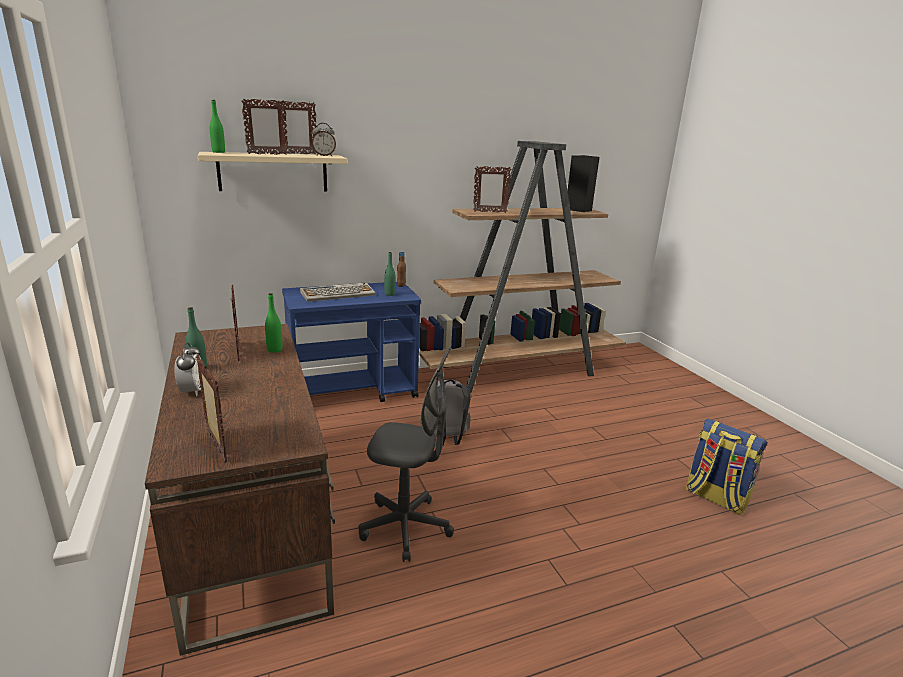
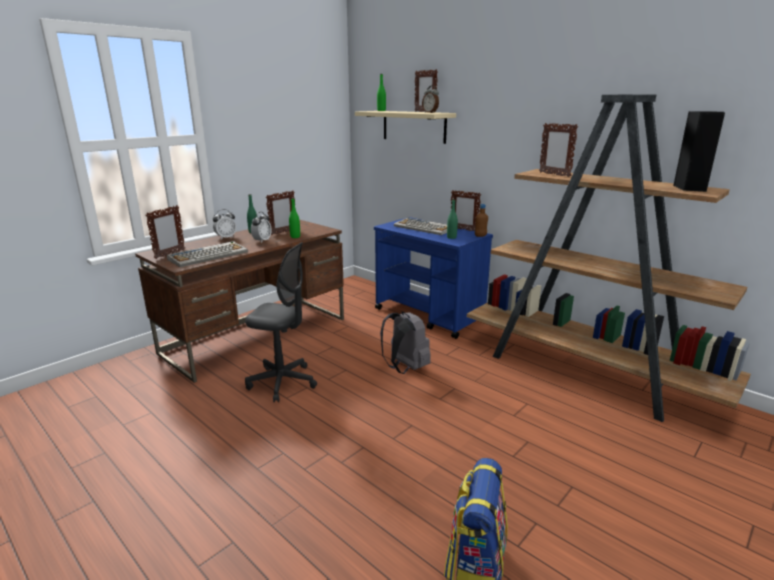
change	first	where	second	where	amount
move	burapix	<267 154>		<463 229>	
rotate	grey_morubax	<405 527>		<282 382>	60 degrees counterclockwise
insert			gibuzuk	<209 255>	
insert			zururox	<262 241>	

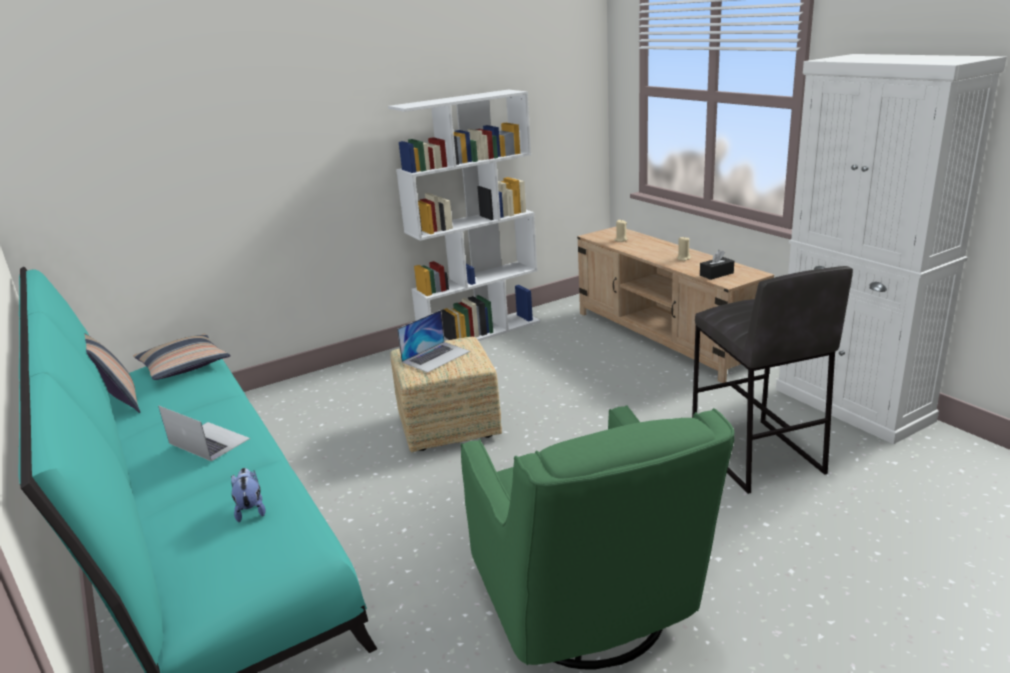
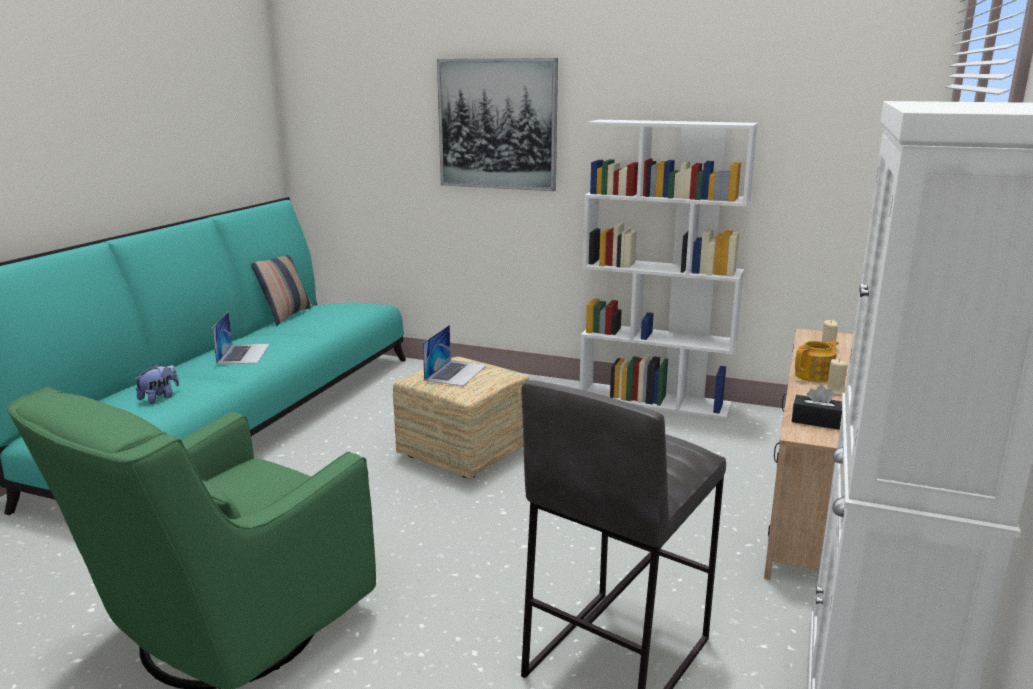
change	first	where	second	where	amount
delete	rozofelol	<184 366>			
rotate	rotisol	<436 356>		<456 372>	75 degrees counterclockwise
insert			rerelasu	<497 124>	
insert			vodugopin	<815 376>	

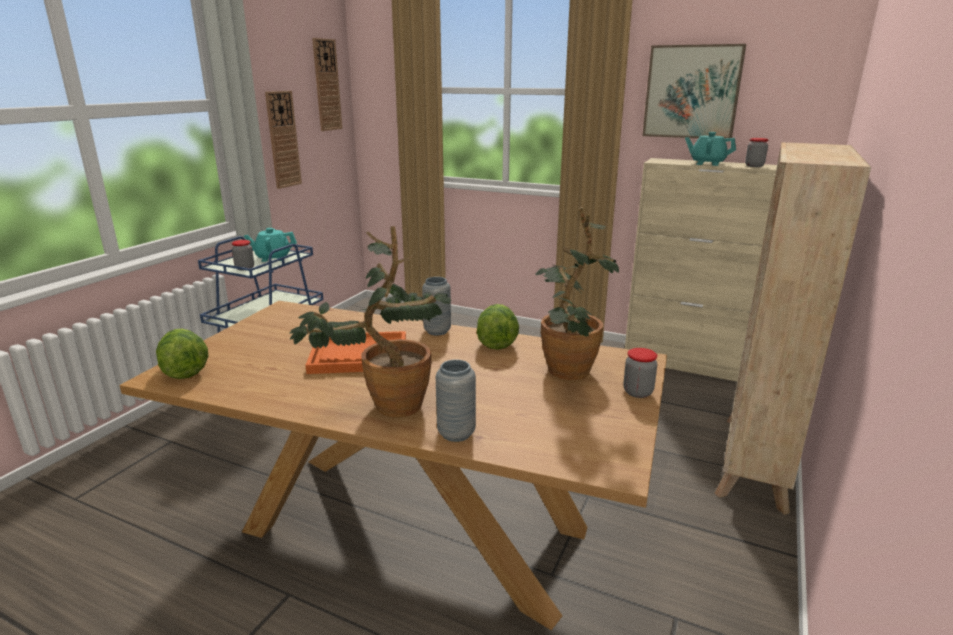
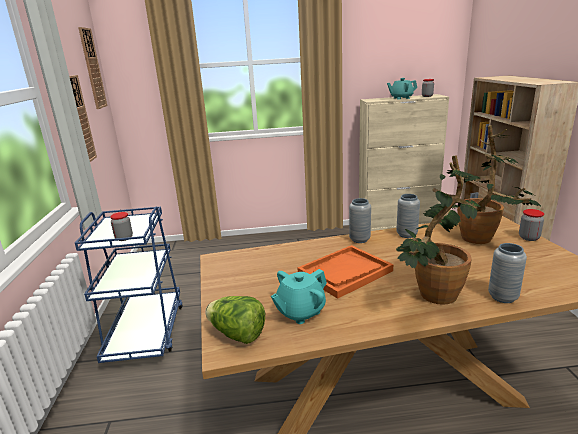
change	first	where	second	where	amount
move	turquoise_vodugopin	<273 258>		<300 312>	
replace	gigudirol	<496 342>	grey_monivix	<406 234>	
delete	rerelasu	<692 92>			

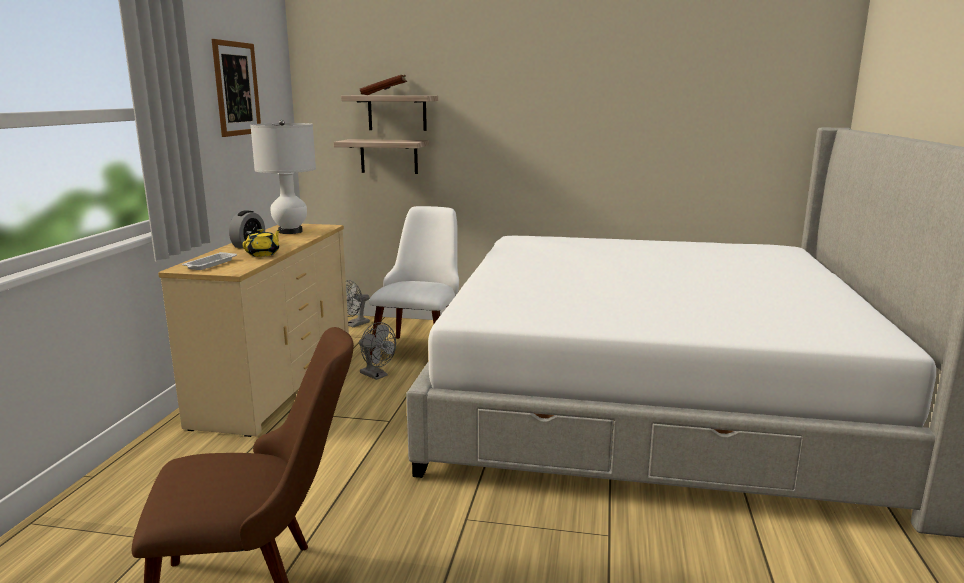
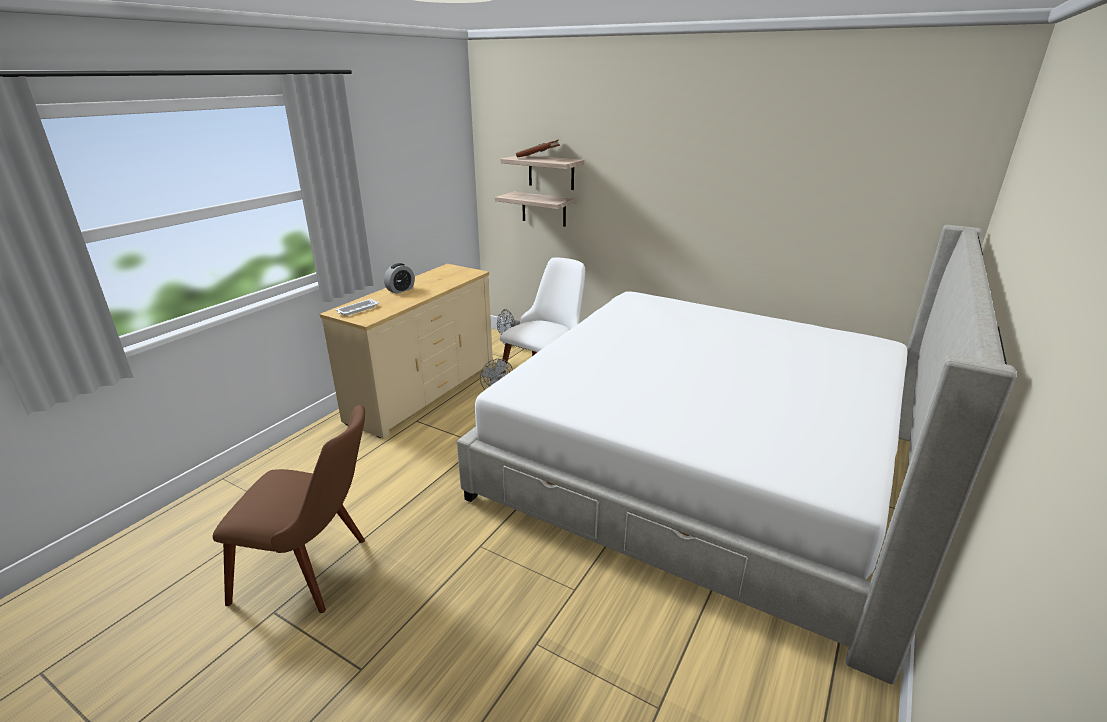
change	first	where	second	where	amount
delete	rerelasu	<236 88>			
delete	yellow_vodugopin	<263 254>			
delete	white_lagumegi	<290 231>			

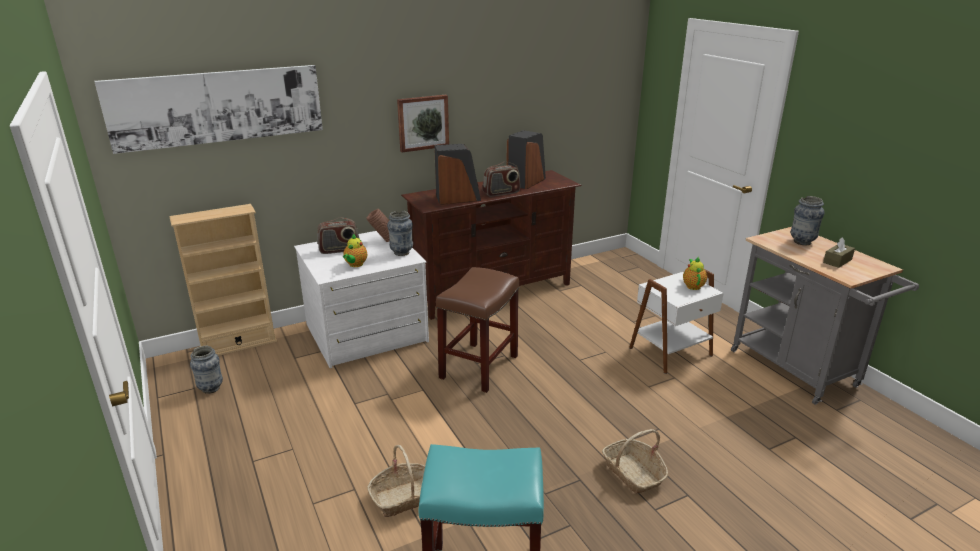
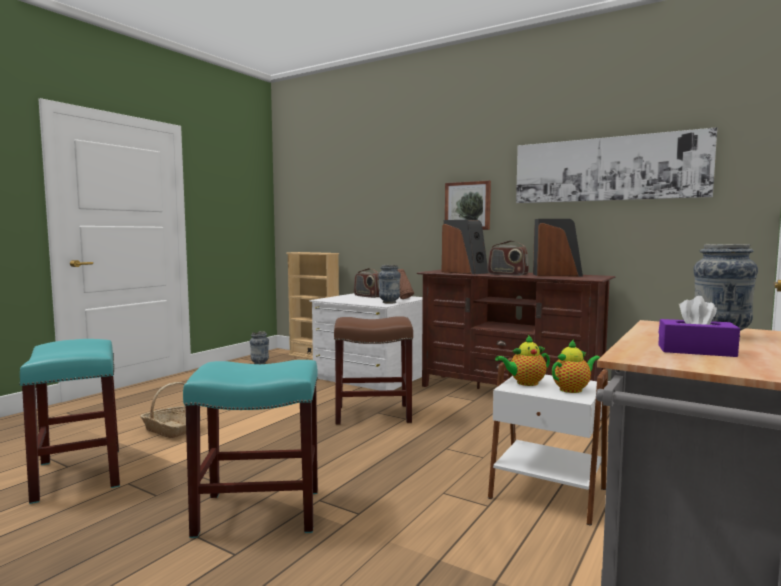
change	first	where	second	where	amount
move	rerelasu	<217 107>		<607 169>	
move	vodugopin	<355 265>		<525 383>	
replace	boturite	<633 473>	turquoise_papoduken	<257 512>	
recolor	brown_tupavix	<837 261>	purple_tupavix	<696 351>	

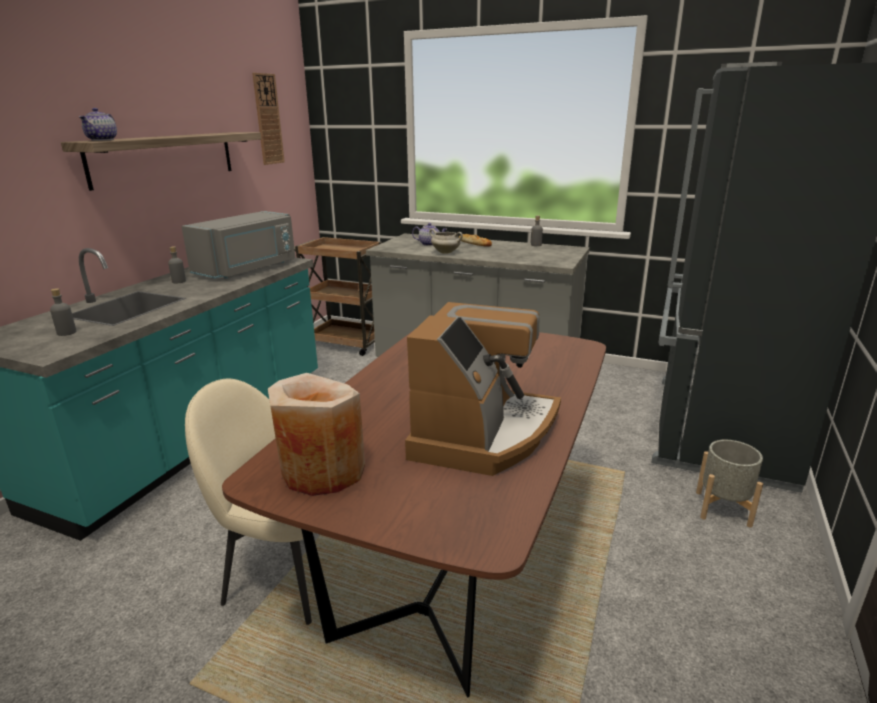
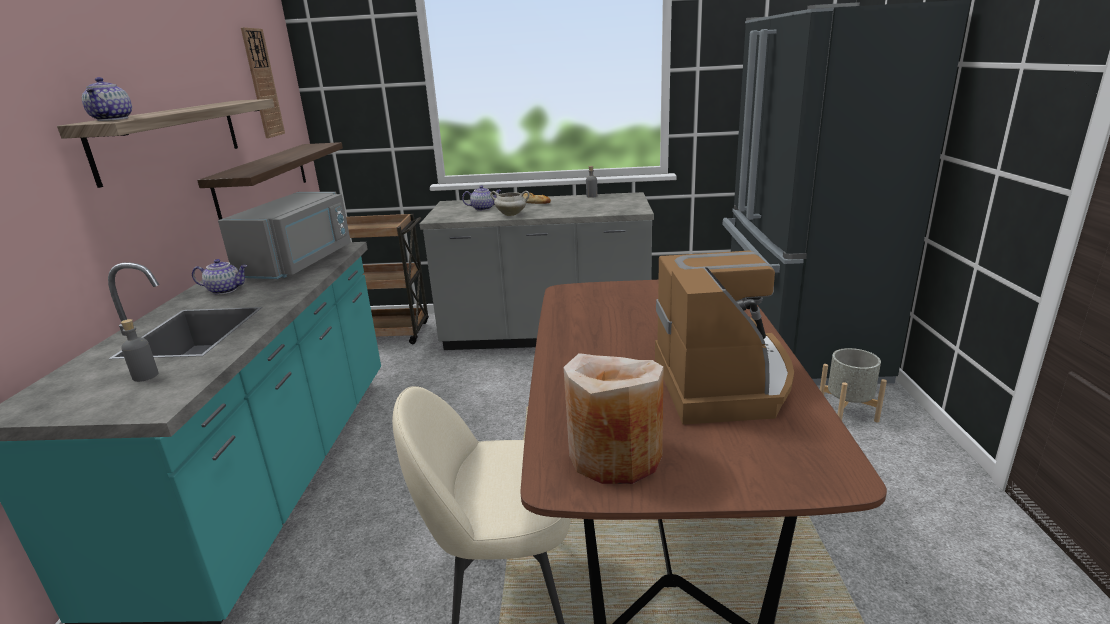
change	first	where	second	where	amount
replace	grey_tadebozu	<179 281>	vodugopin	<226 290>	
insert			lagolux	<263 179>	

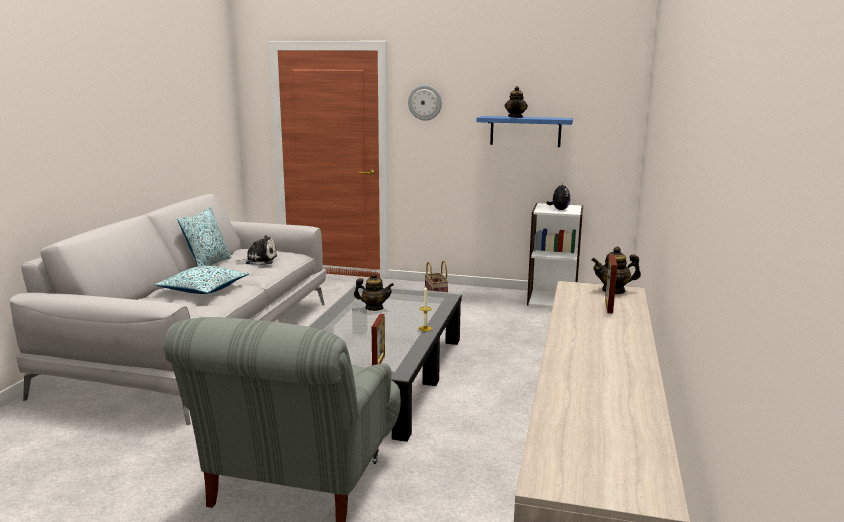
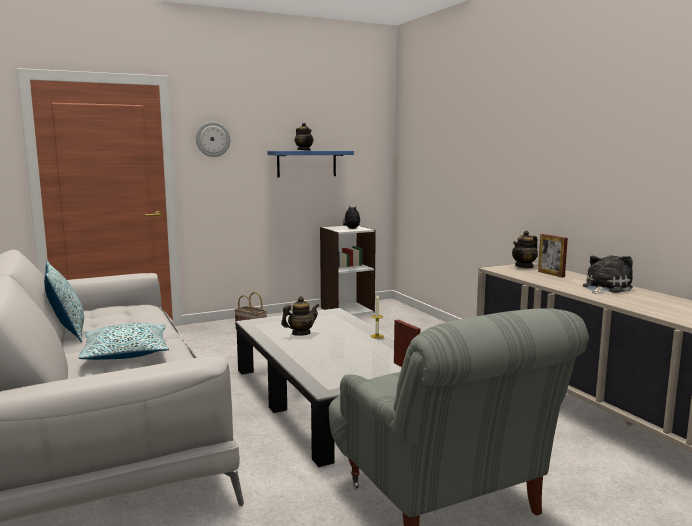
change	first	where	second	where	amount
move	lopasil	<259 260>		<605 288>	

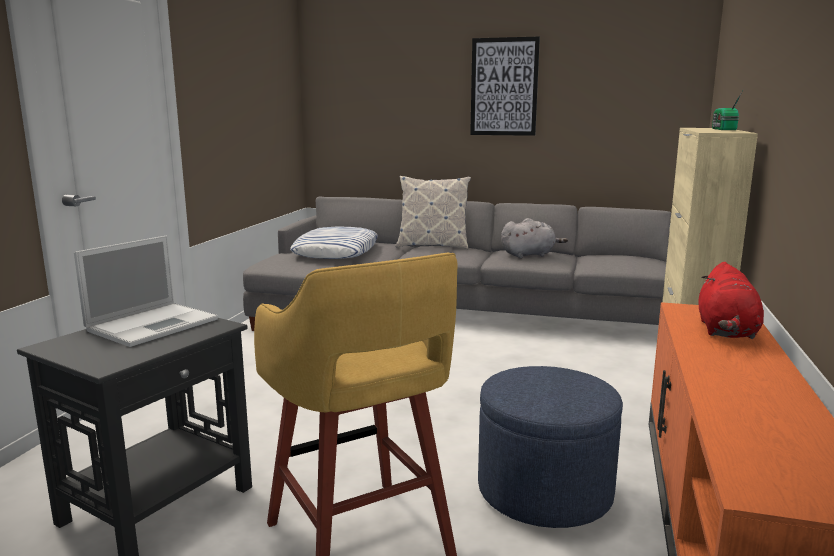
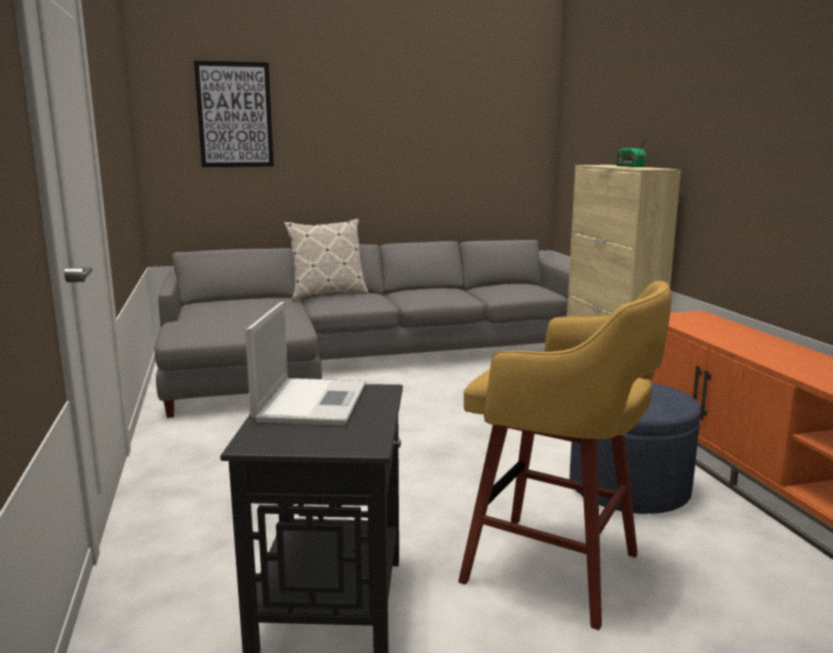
change	first	where	second	where	amount
delete	rozofelol	<336 251>			
move	rerelasu	<504 87>		<235 115>	
delete	grey_lopasil	<529 255>			
delete	red_lopasil	<726 332>			

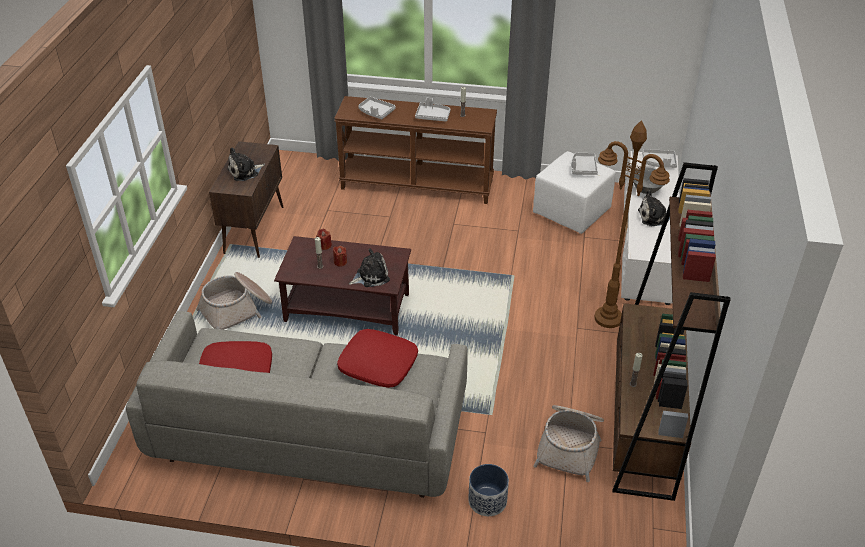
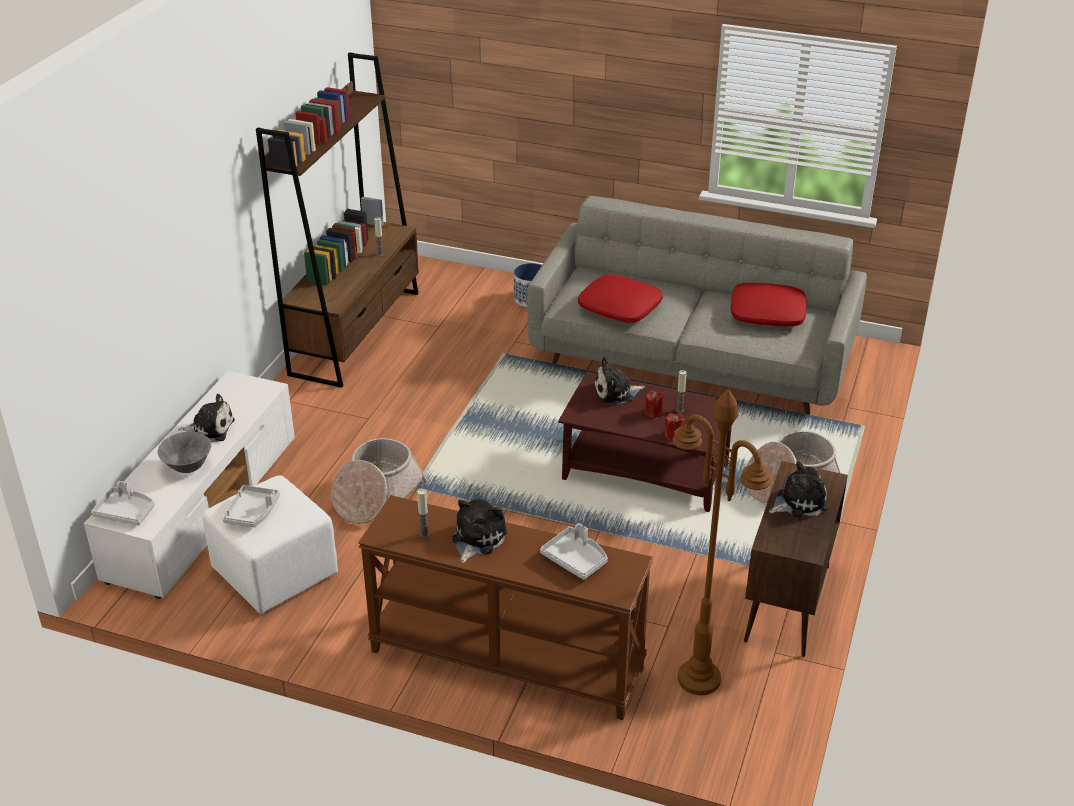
change	first	where	second	where	amount
replace	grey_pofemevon	<432 116>	lopasil	<477 539>	
move	boturite	<570 445>		<377 495>	
move	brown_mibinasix	<608 318>		<698 678>	

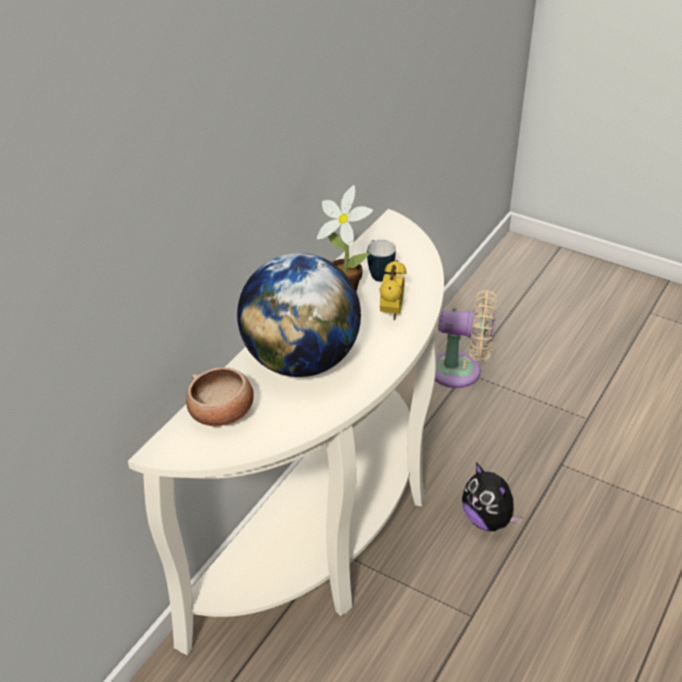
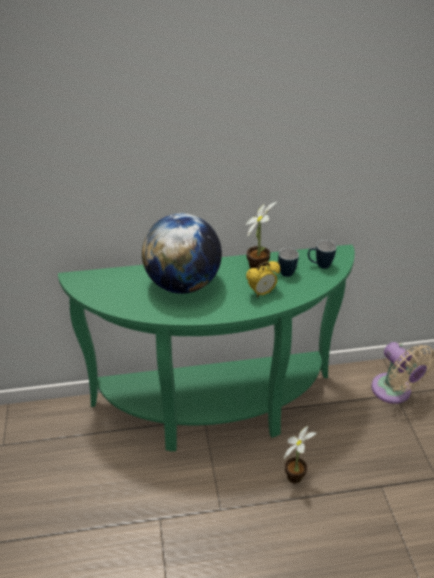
change	first	where	second	where	amount
recolor	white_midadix	<332 531>	green_midadix	<215 411>	
delete	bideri	<222 414>			
replace	lopasil	<488 520>	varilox	<296 475>	
insert			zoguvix	<319 265>	

